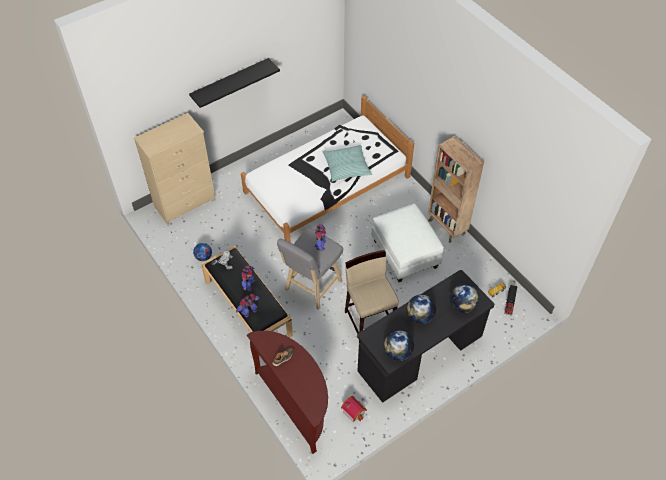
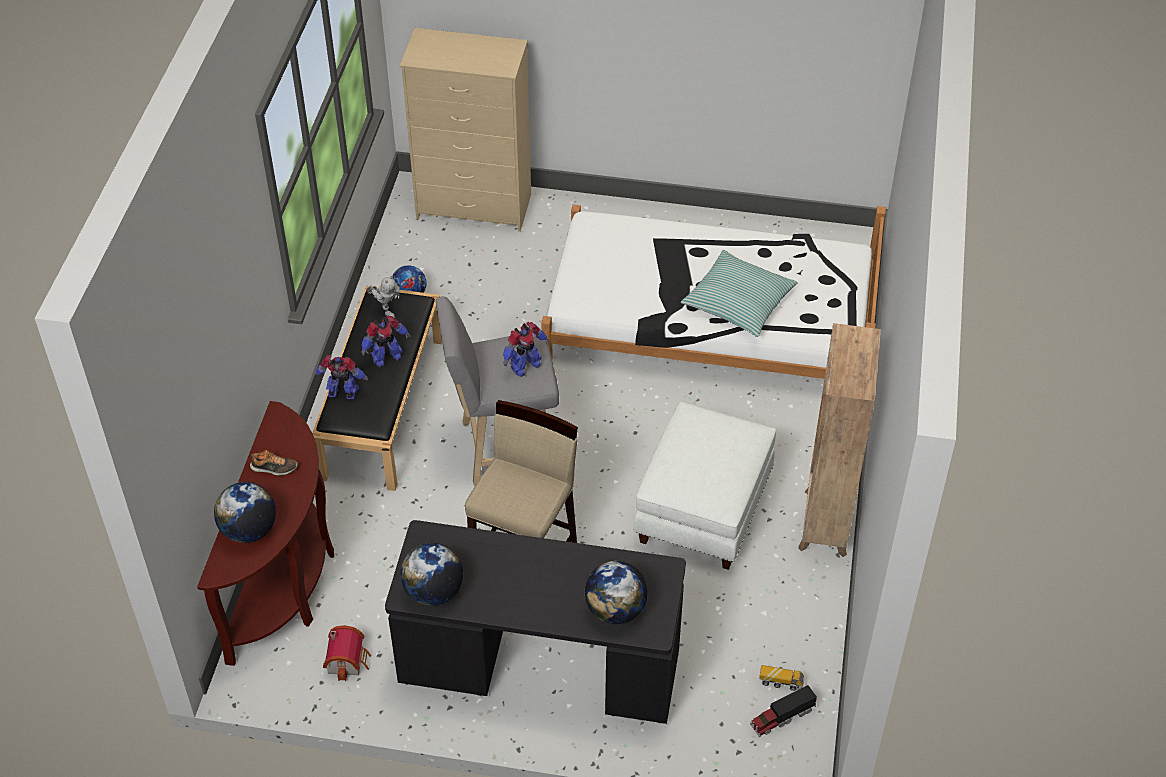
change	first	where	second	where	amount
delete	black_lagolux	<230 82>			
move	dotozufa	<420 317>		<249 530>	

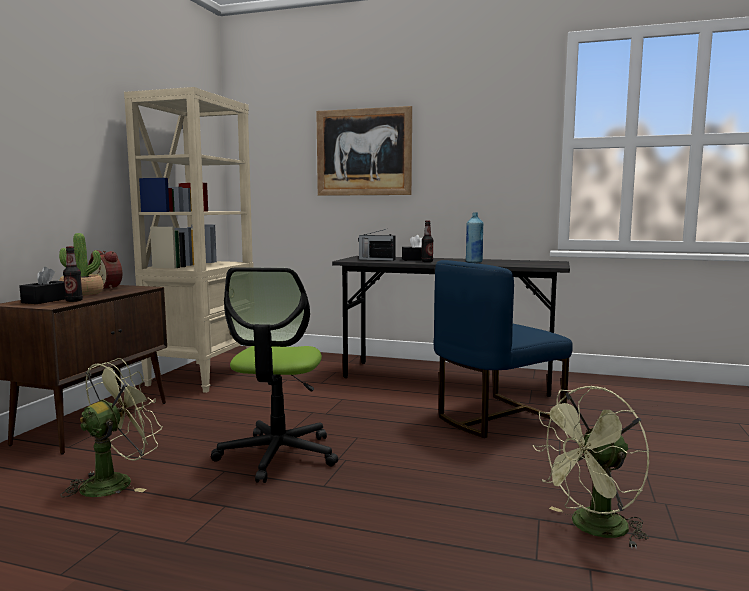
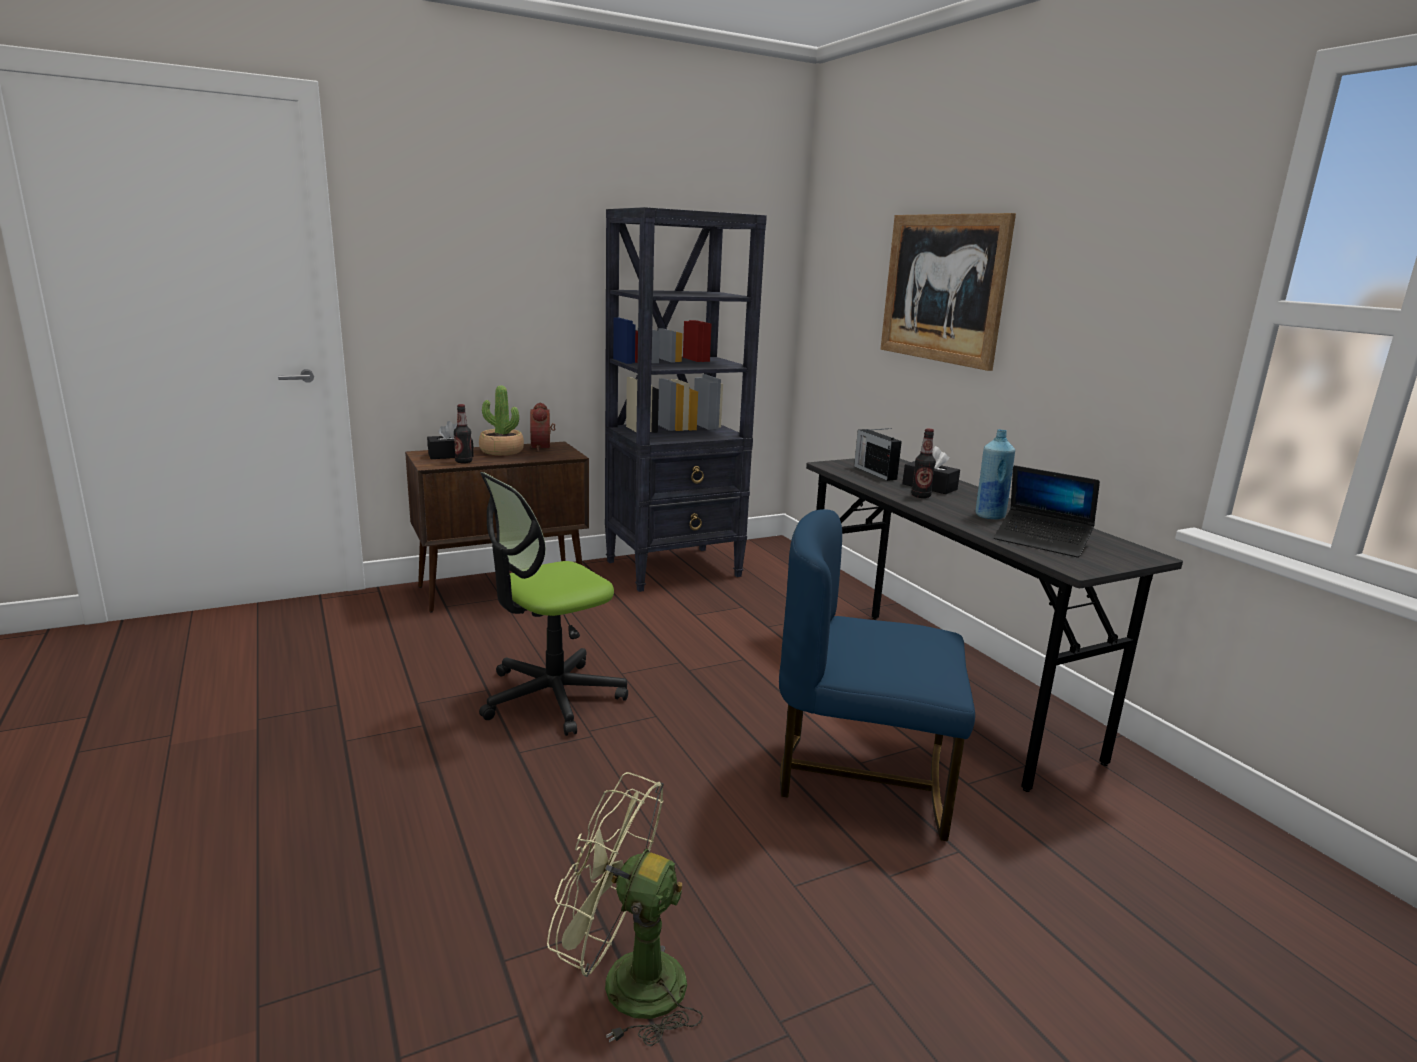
change	first	where	second	where	amount
delete	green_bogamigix	<115 481>			
recolor	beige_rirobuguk	<203 376>	black_rirobuguk	<675 568>	
insert			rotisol	<1042 541>	

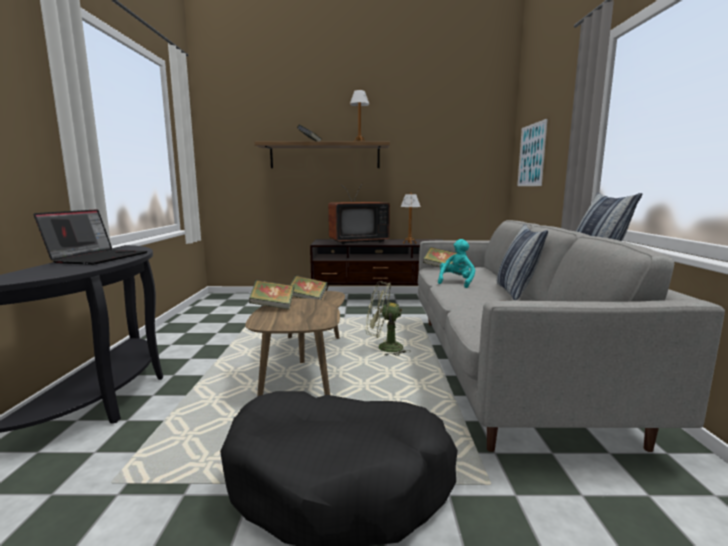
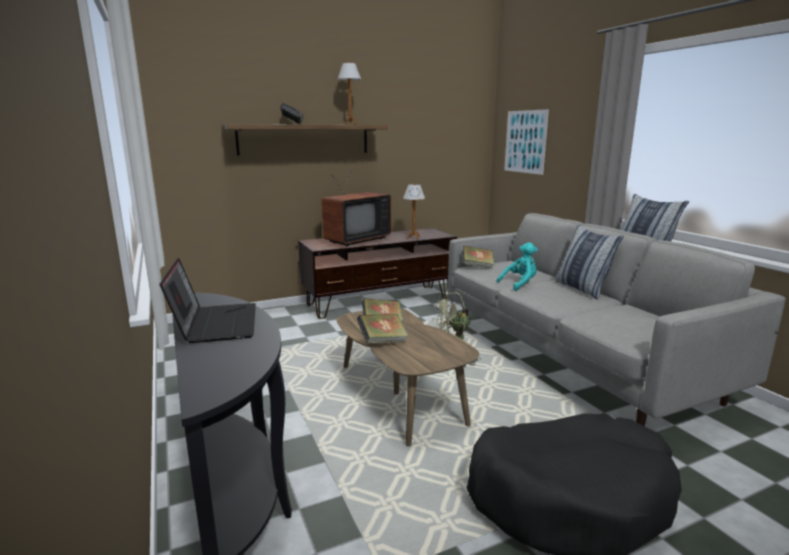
change	first	where	second	where	amount
rotate	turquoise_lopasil	<456 282>		<519 284>	60 degrees clockwise

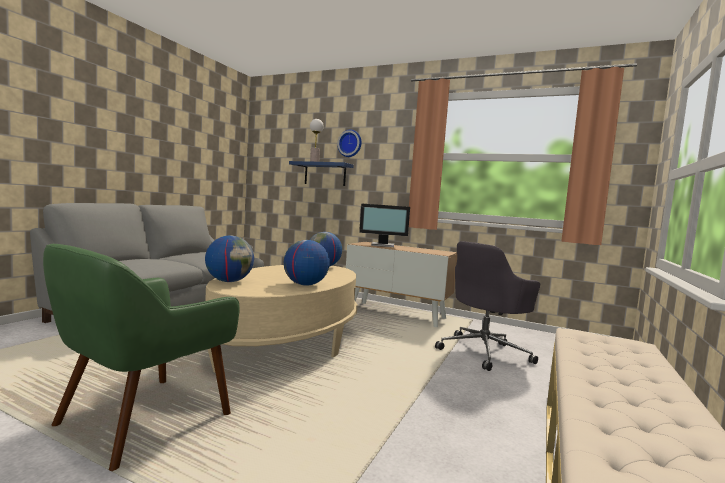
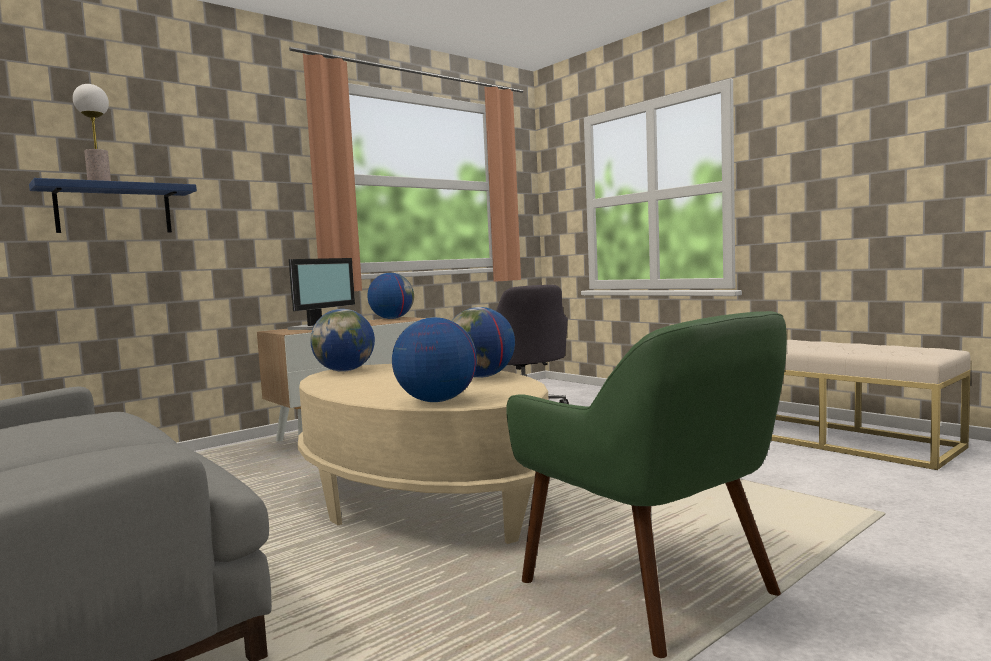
change	first	where	second	where	amount
delete	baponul	<350 143>			
insert			dotozufa	<392 318>	

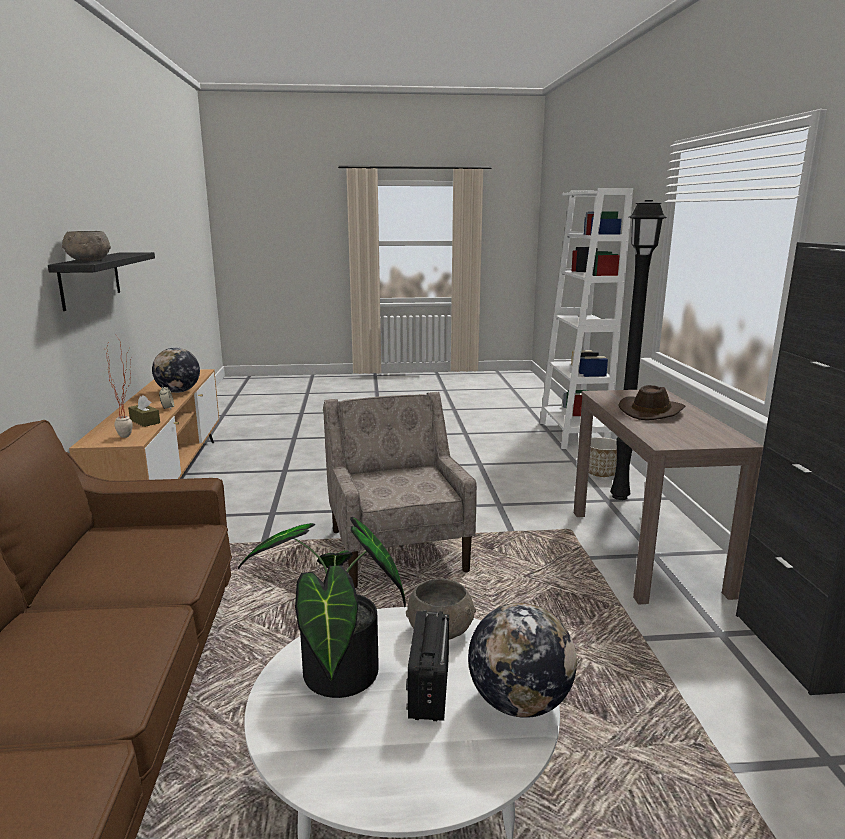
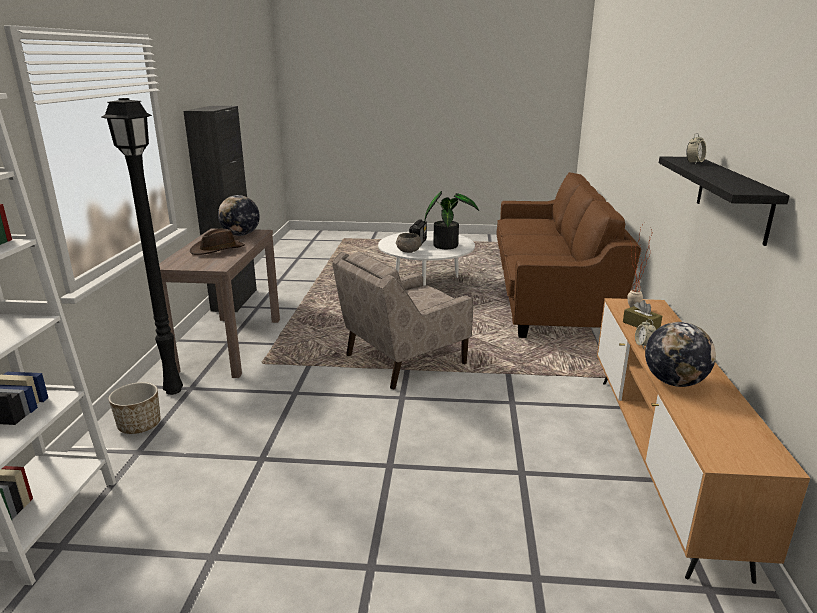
change	first	where	second	where	amount
replace	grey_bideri	<88 260>	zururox	<694 162>	
rotate	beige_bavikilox	<397 549>		<403 360>	60 degrees clockwise
move	dotozufa	<519 702>		<241 235>	

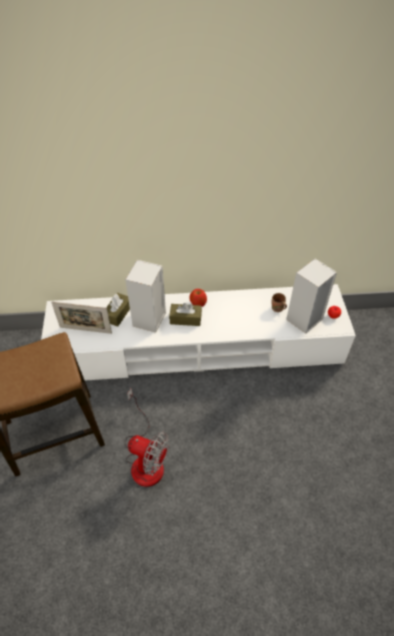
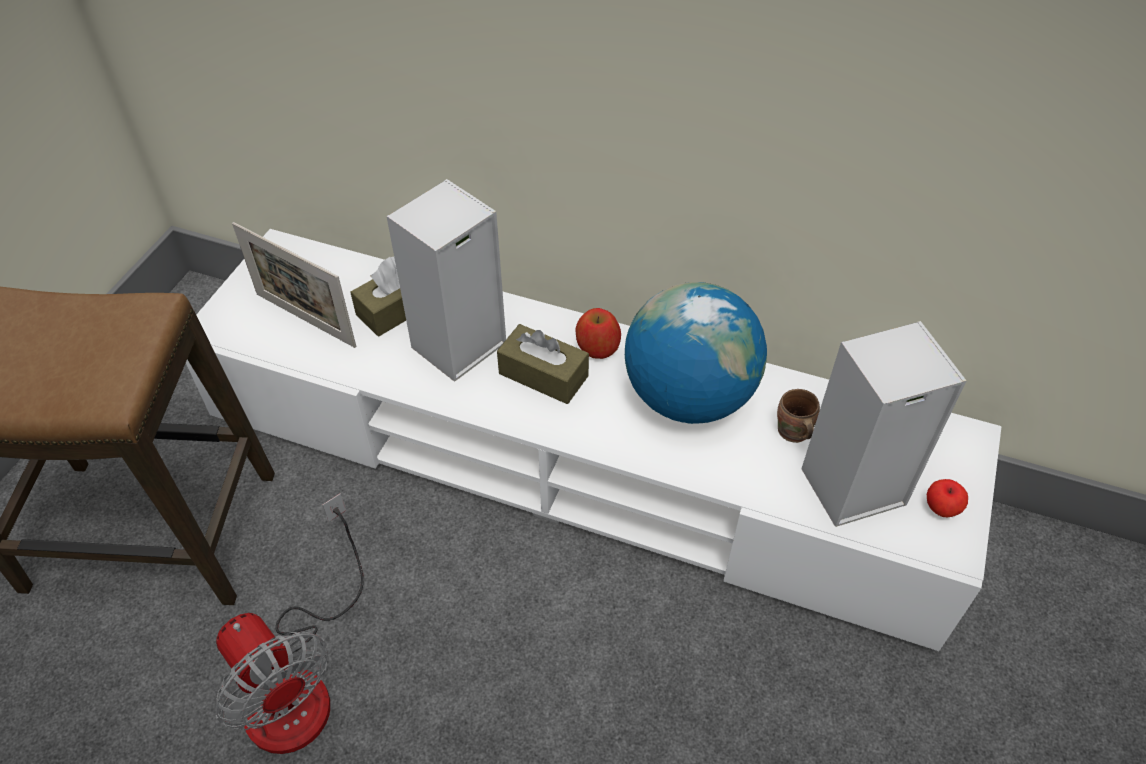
change	first	where	second	where	amount
insert			dotozufa	<688 396>	

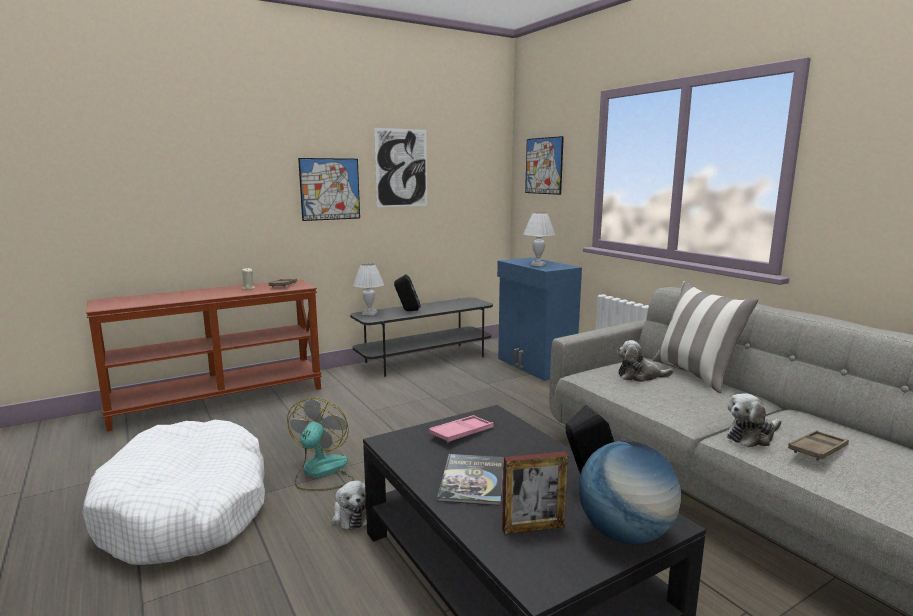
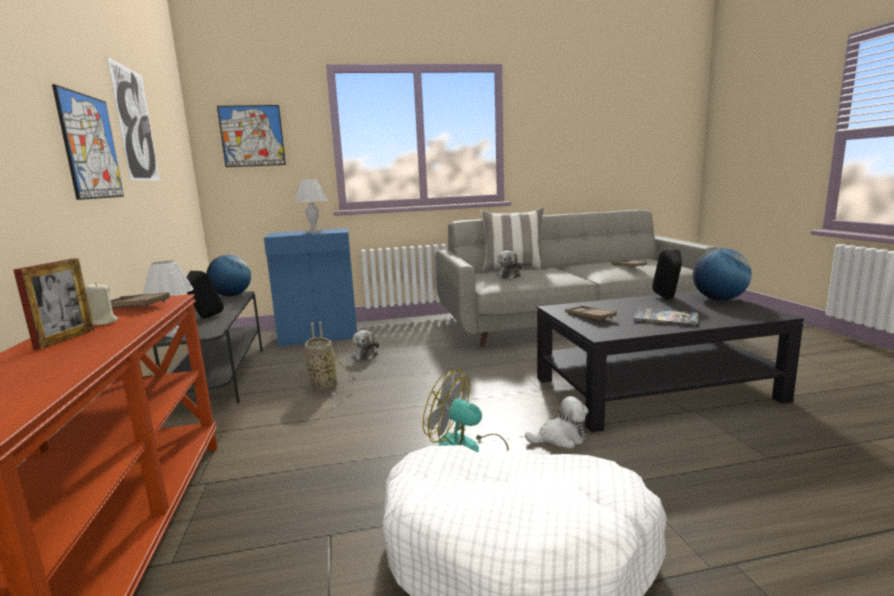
change	first	where	second	where	amount
recolor	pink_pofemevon	<461 433>	brown_pofemevon	<589 316>	
move	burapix	<533 528>		<65 339>	
move	lopasil	<752 436>		<365 354>	
insert			dotozufa	<232 295>	
insert			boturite	<322 386>	

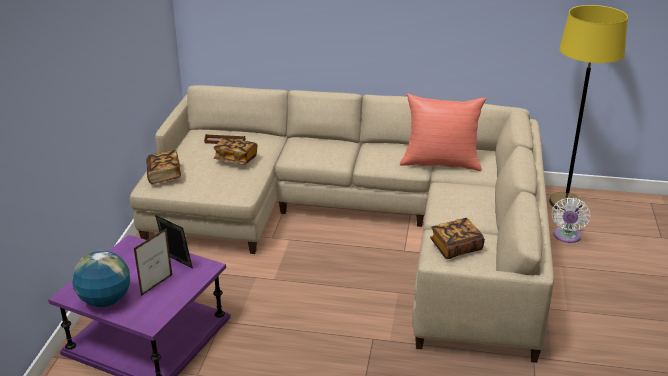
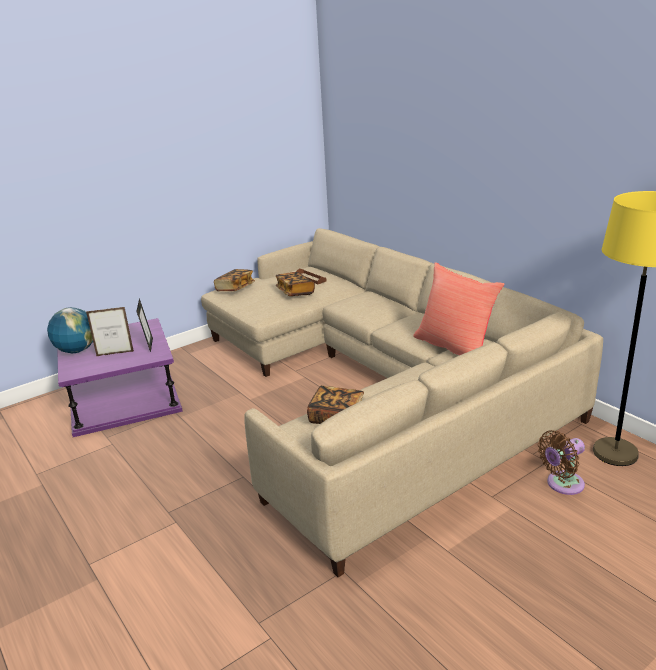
change	first	where	second	where	amount
recolor	white_bogamigix	<566 237>	brown_bogamigix	<562 484>	

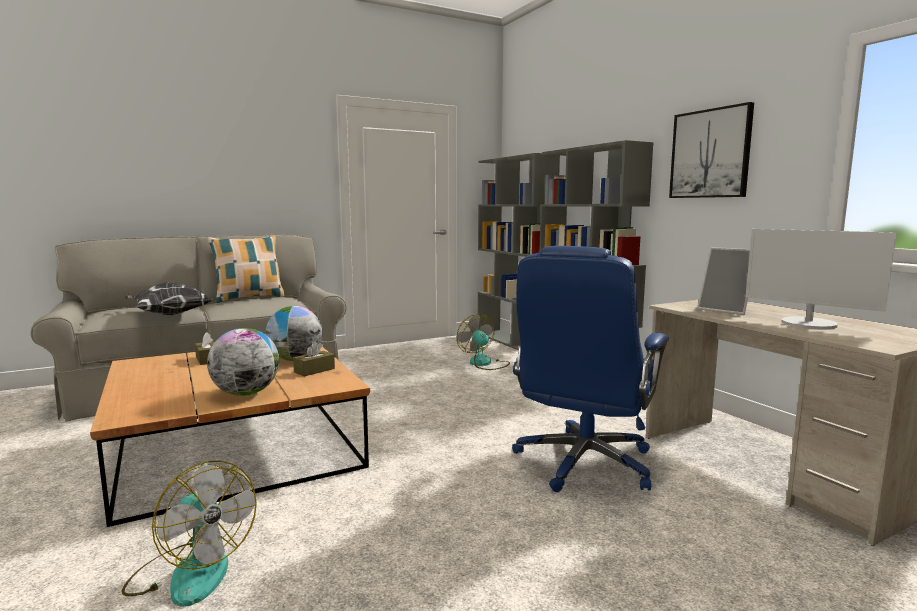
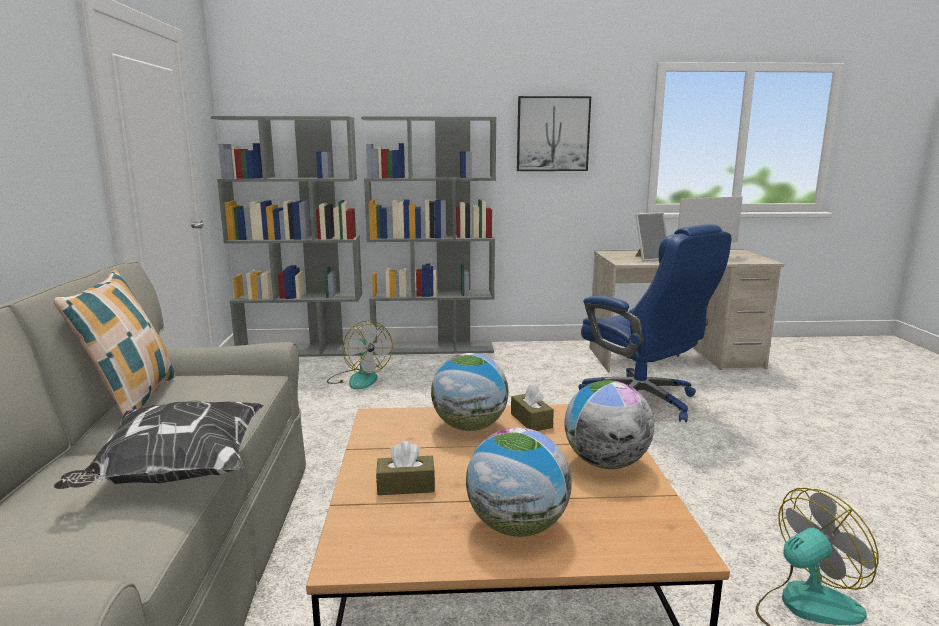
change	first	where	second	where	amount
rotate	bogamigix	<484 363>		<359 379>	120 degrees counterclockwise
insert			dotozufa	<517 527>	

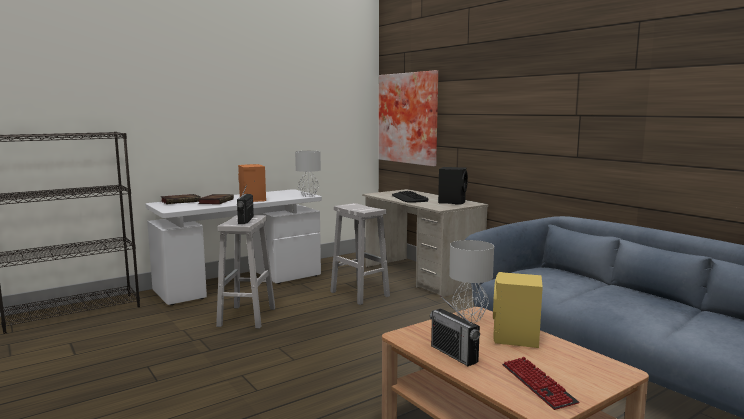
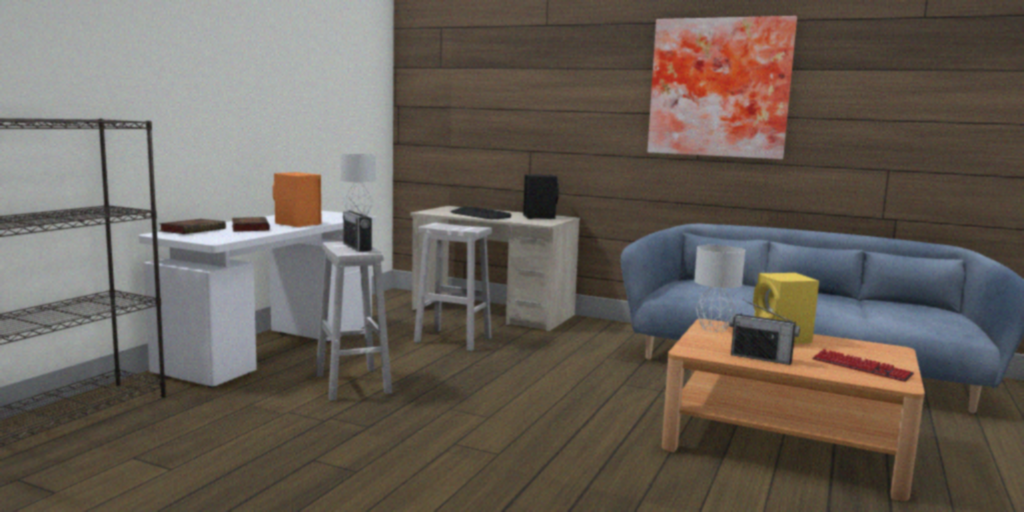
change	first	where	second	where	amount
move	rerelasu	<409 118>		<719 88>	

